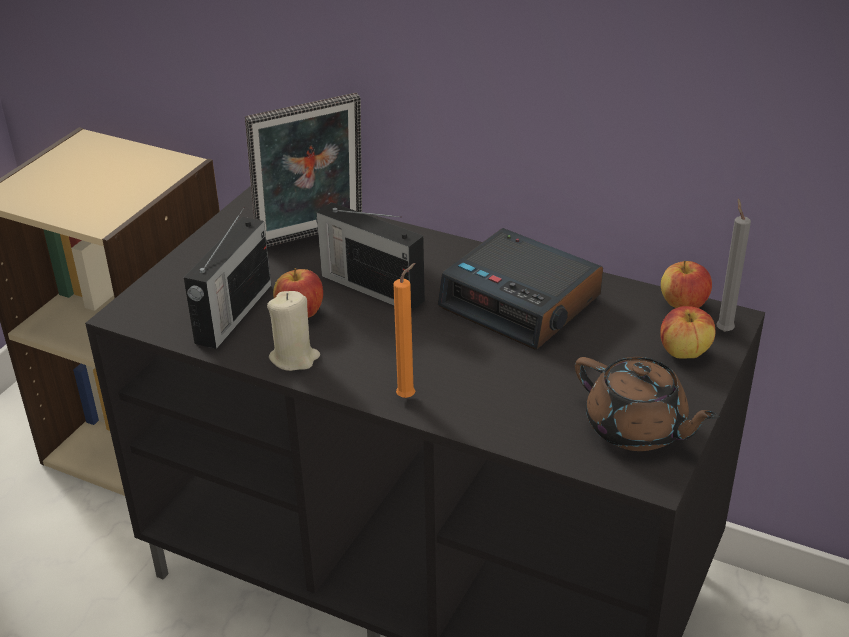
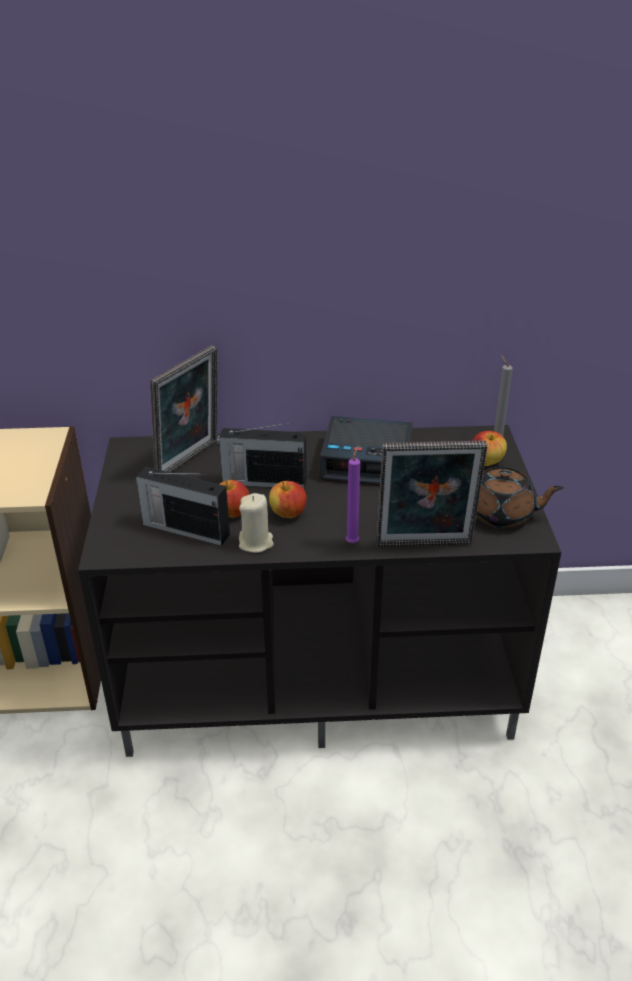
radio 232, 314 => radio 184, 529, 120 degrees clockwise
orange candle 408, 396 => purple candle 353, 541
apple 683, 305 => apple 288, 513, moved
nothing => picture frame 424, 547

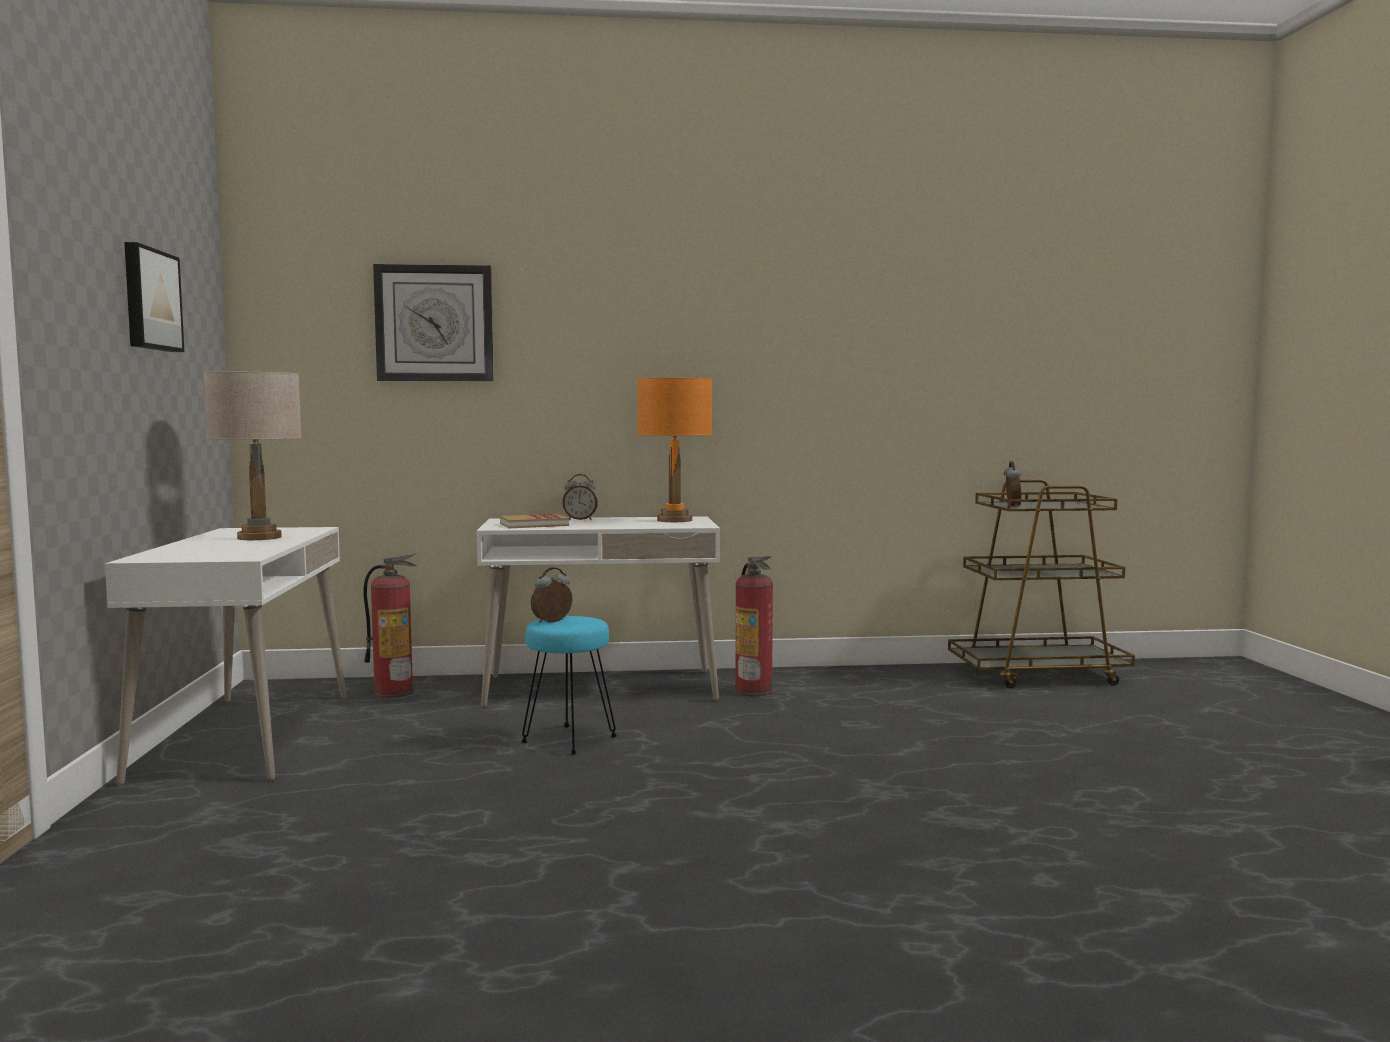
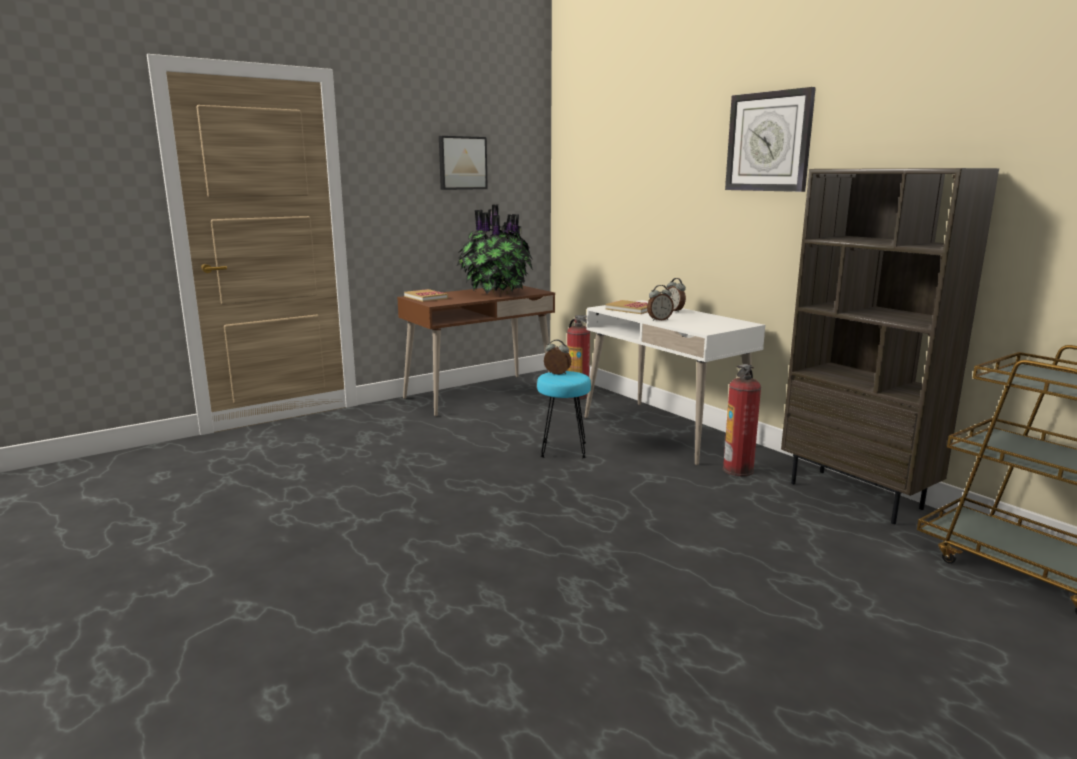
white desk 245, 736 => brown desk 479, 395
beige table lamp 259, 537 => potted plant 495, 293
wall clock 434, 323 => wall clock 769, 142, moved
orange table lamp 674, 520 => nothing
alarm clock 1011, 506 => alarm clock 659, 320, moved
nothing => book 426, 297
nothing => brown bookcase 856, 495

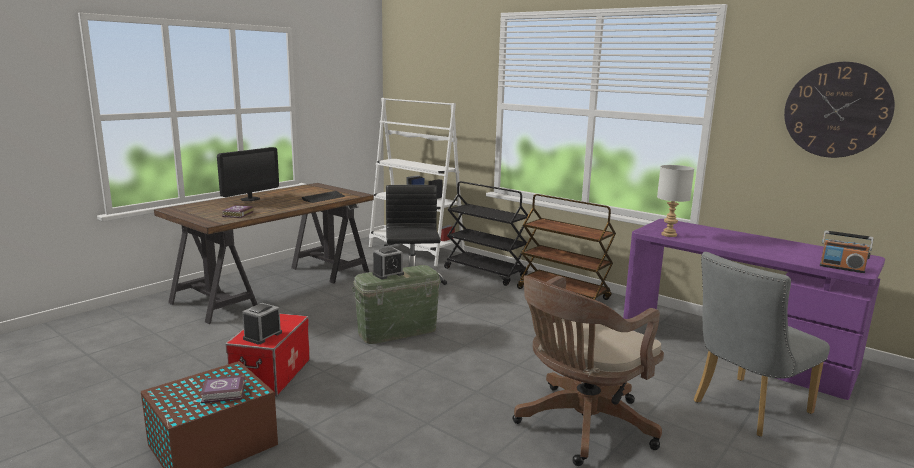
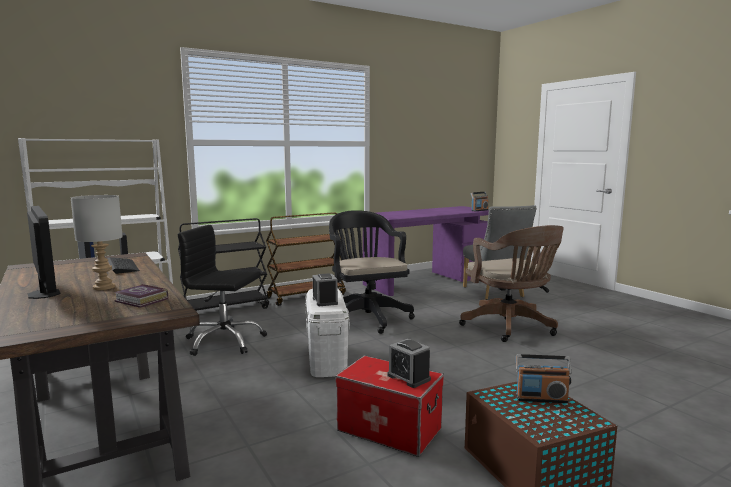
book 224, 393 => radio 541, 398
green storage box 397, 331 => white storage box 326, 359
grey table lamp 669, 234 => grey table lamp 104, 287, moved
wall clock 837, 110 => nothing
nothing => black office chair 366, 317

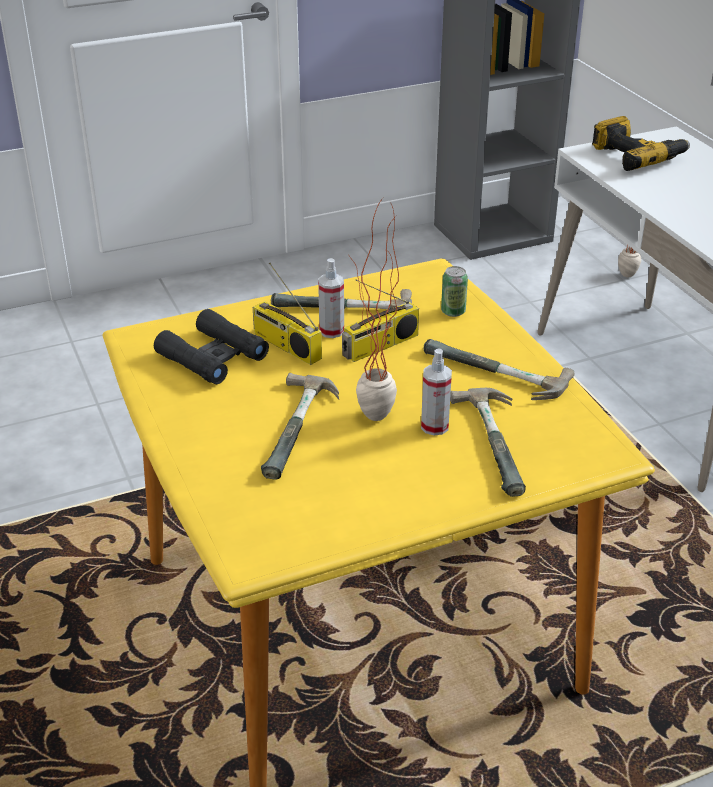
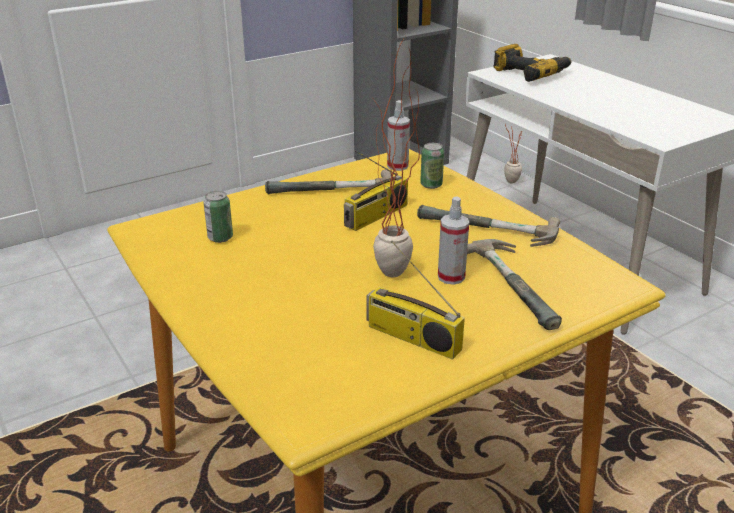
black binoculars 212, 356 => can 220, 238
radio 285, 346 => radio 411, 338, moved
hammer 303, 429 => nothing
spray bottle 331, 331 => spray bottle 397, 166, moved

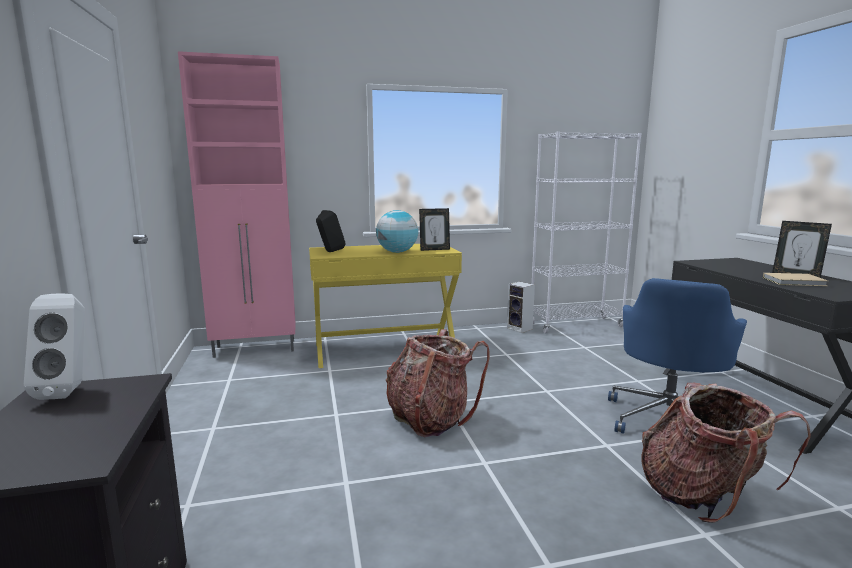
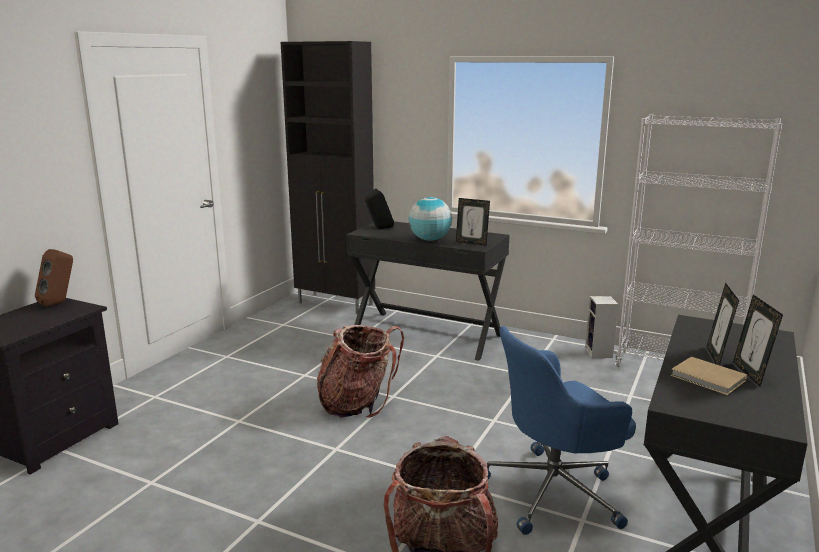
white speaker 69, 390 => brown speaker 60, 303
pink cabinet 256, 349 => black cabinet 336, 304
yellow desk 385, 349 => black desk 427, 334
nothing => picture frame 716, 357

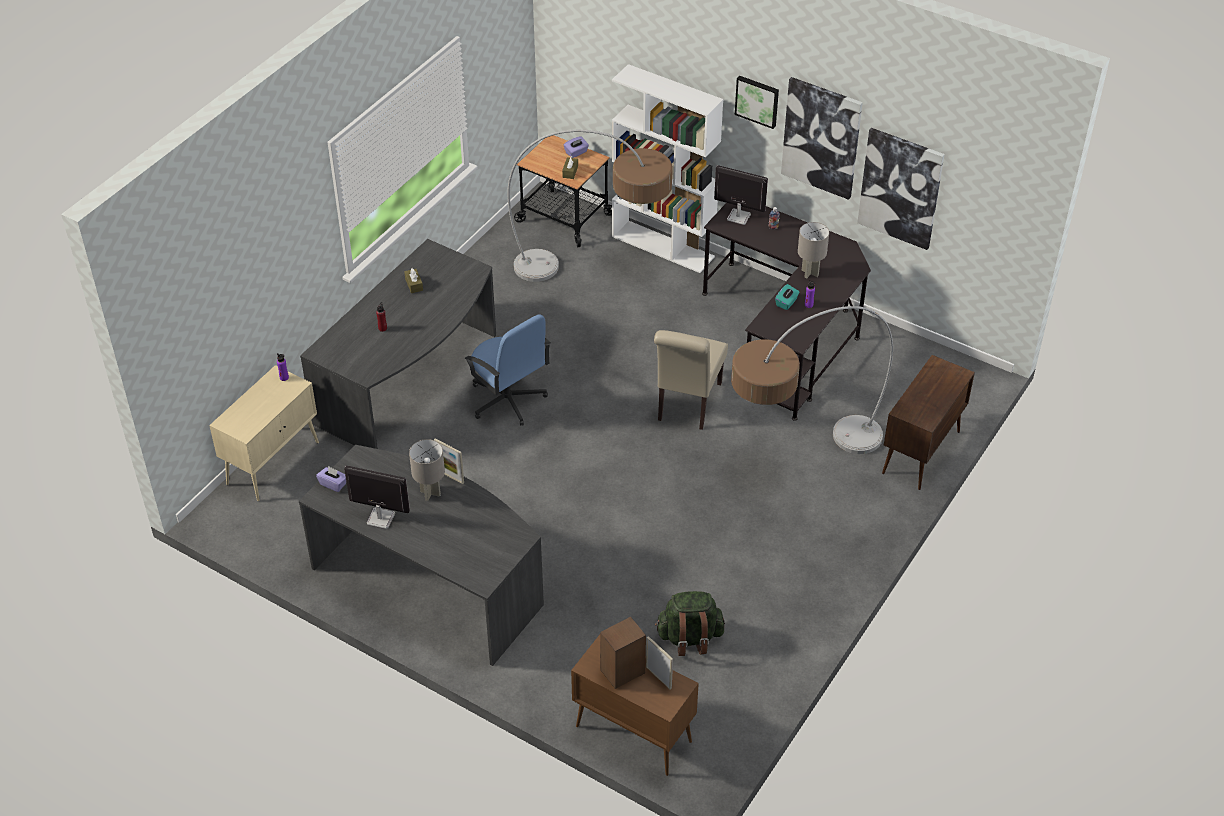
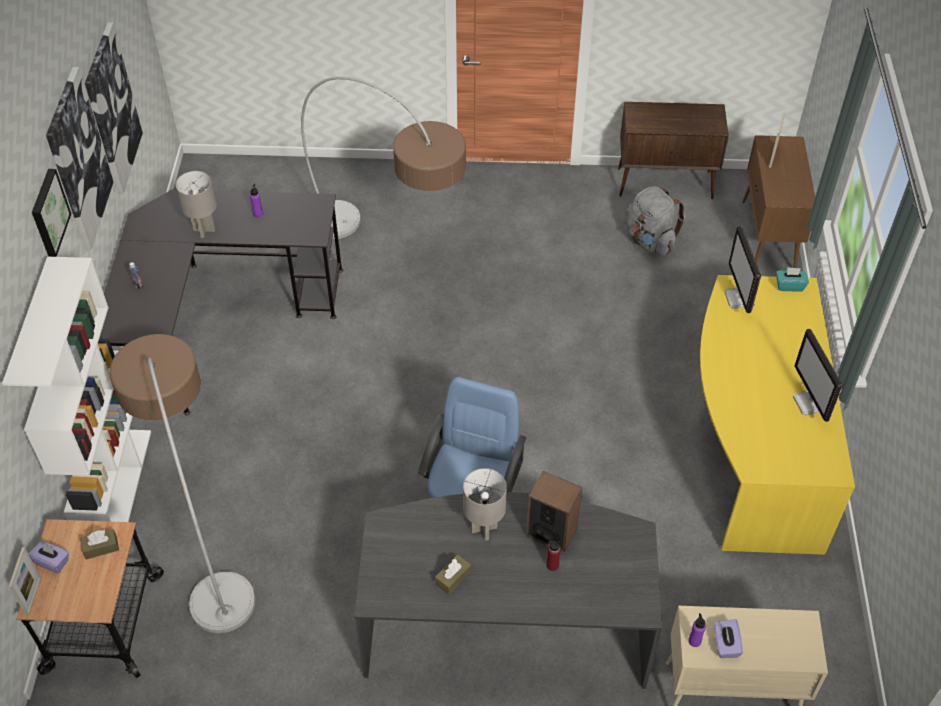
grey desk 431, 582 => yellow desk 751, 444
purple tissue box 333, 484 => purple tissue box 725, 644, moved
grey table lamp 430, 493 => grey table lamp 483, 529, moved
picture frame 450, 476 => picture frame 33, 596, moved
speaker 623, 671 => speaker 551, 531, moved
beige chair 687, 405 => nothing
green backpack 689, 638 => grey backpack 649, 241
monitor 738, 217 => monitor 739, 299, moved
turquoise tissue box 786, 303 => turquoise tissue box 789, 285, moved
brown cabinet 920, 453 => brown cabinet 666, 183, moved

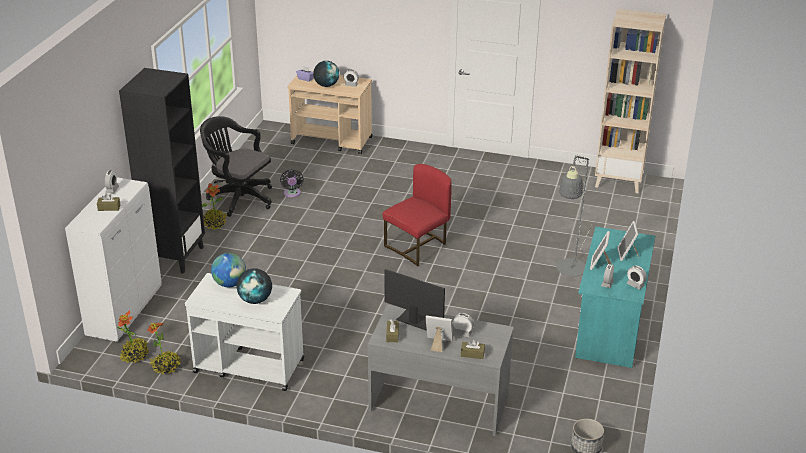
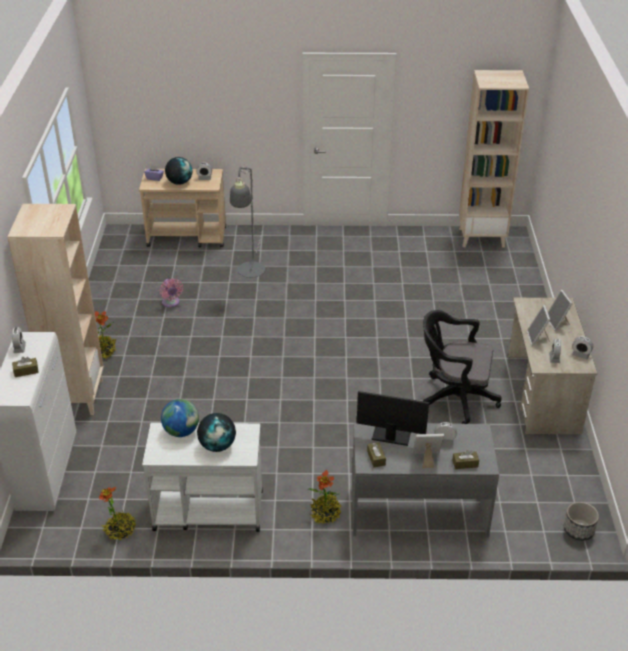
potted plant 135, 356 => potted plant 326, 513, moved
black bookcase 175, 256 => beige bookcase 76, 396
black office chair 238, 198 => black office chair 454, 398, moved
black fan 292, 194 => pink fan 171, 303
red chair 418, 247 => nothing
grey floor lamp 569, 272 => grey floor lamp 250, 274, moved
turquoise desk 610, 327 => beige desk 543, 394

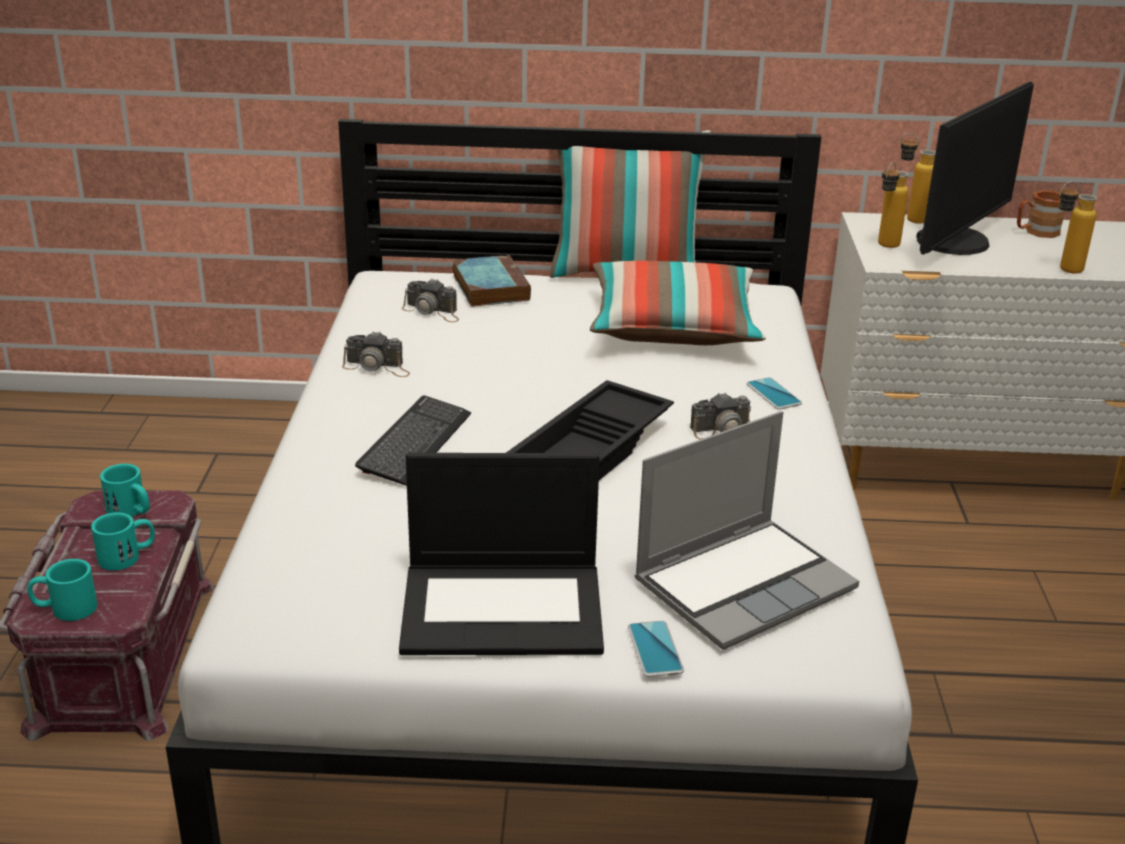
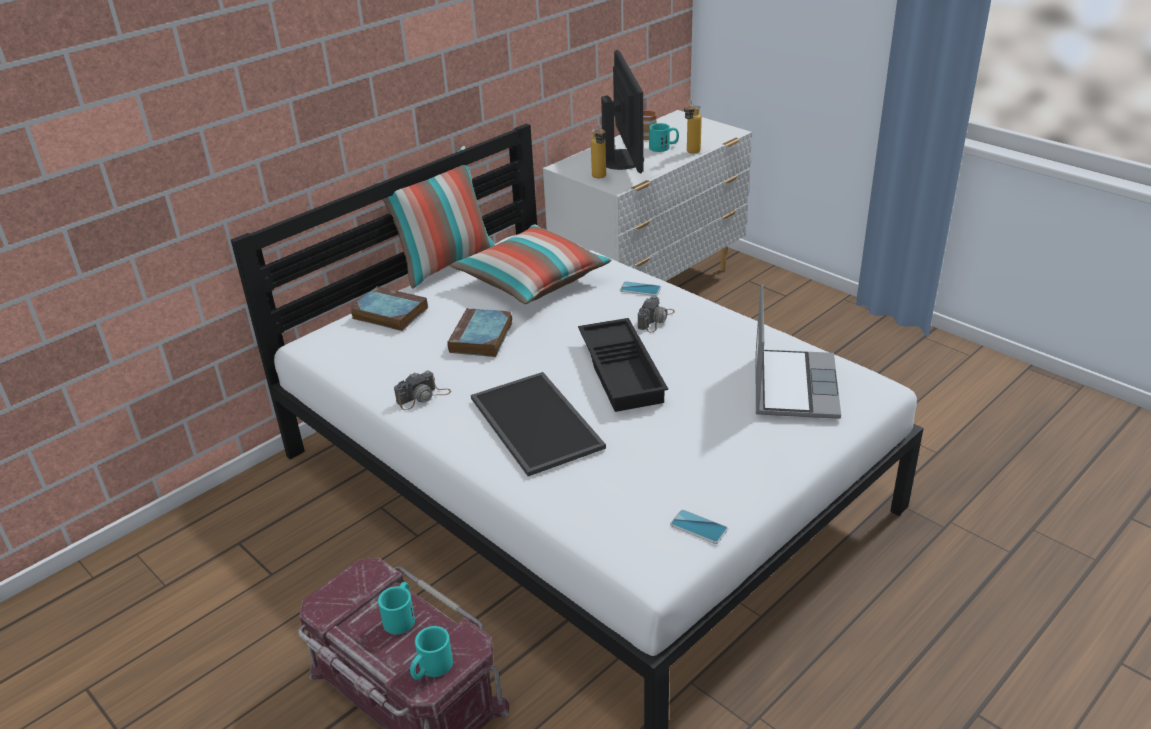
turquoise mug 131, 511 => turquoise mug 663, 147, moved
keyboard 415, 442 => tray 533, 422
laptop 505, 608 => nothing
photo camera 432, 311 => nothing
phone 655, 649 => phone 698, 527, moved
bottle 908, 218 => nothing
nothing => book 481, 338

